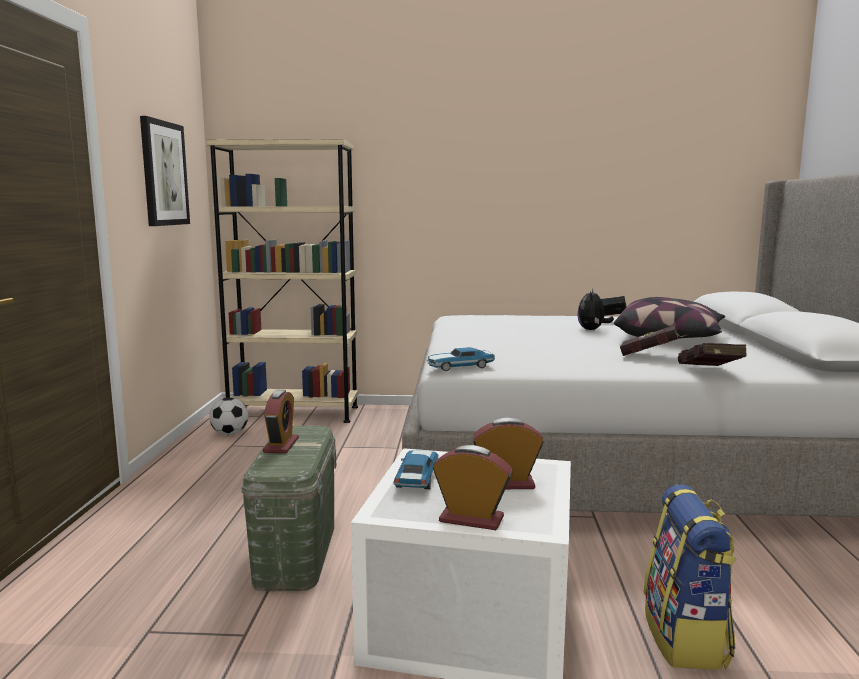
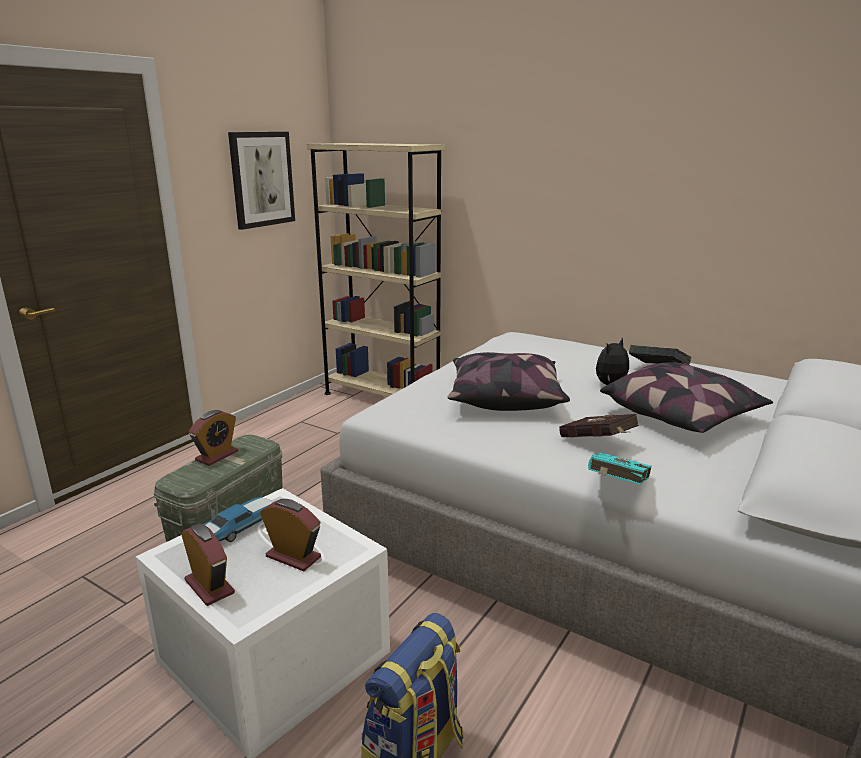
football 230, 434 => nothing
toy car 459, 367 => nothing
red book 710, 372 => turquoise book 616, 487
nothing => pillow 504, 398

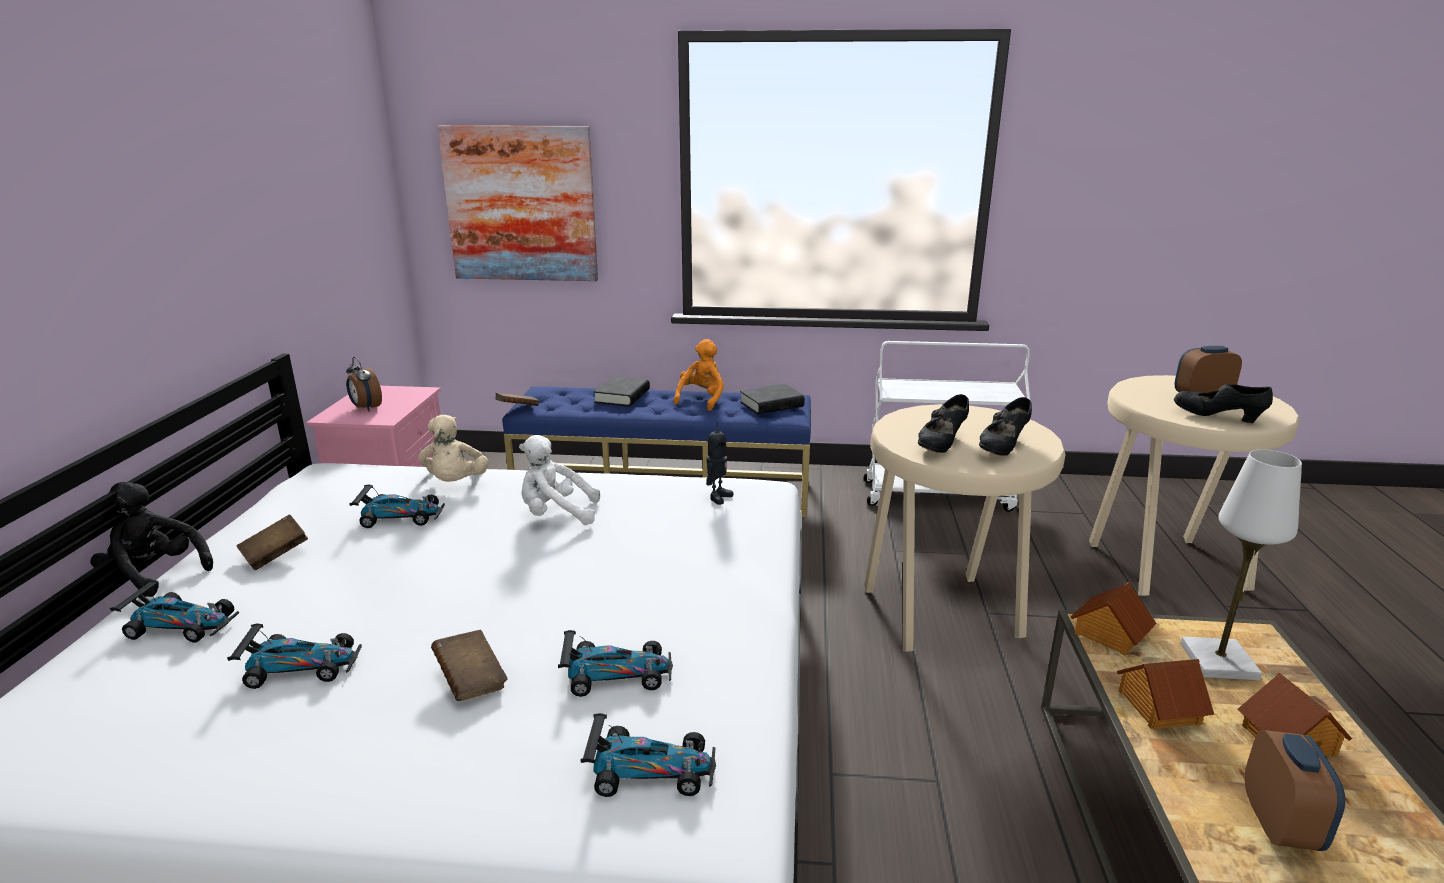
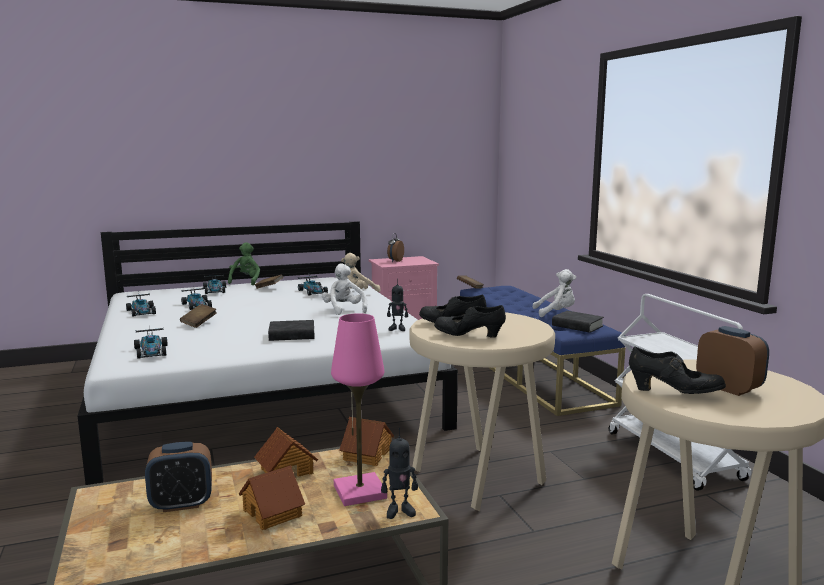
black plush toy 155, 574 => green plush toy 245, 281
picture 521, 204 => nothing
toy car 616, 674 => toy car 142, 312, moved
black book 622, 396 => black book 292, 335, moved
orange plush toy 702, 399 => white plush toy 556, 313
black shoe 1217, 417 => black shoe 674, 393, 105 degrees clockwise
white table lamp 1219, 661 => pink table lamp 359, 492
nothing => toy robot 399, 511

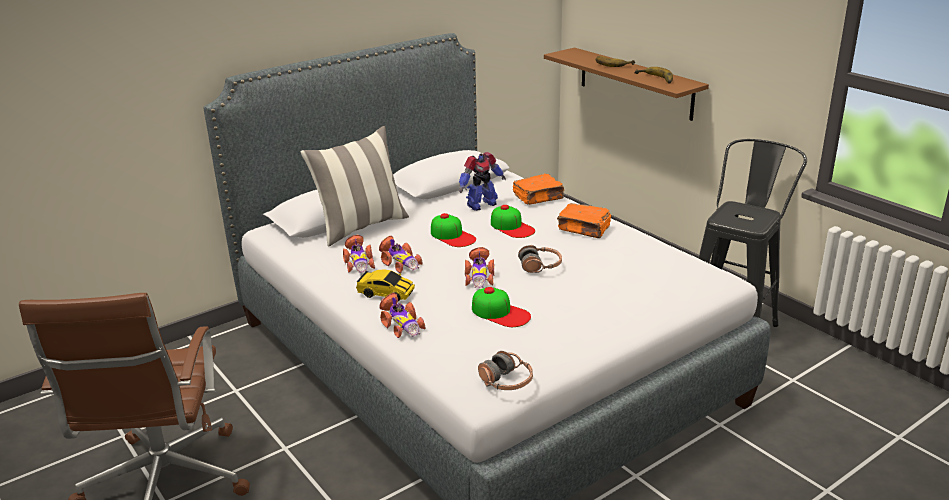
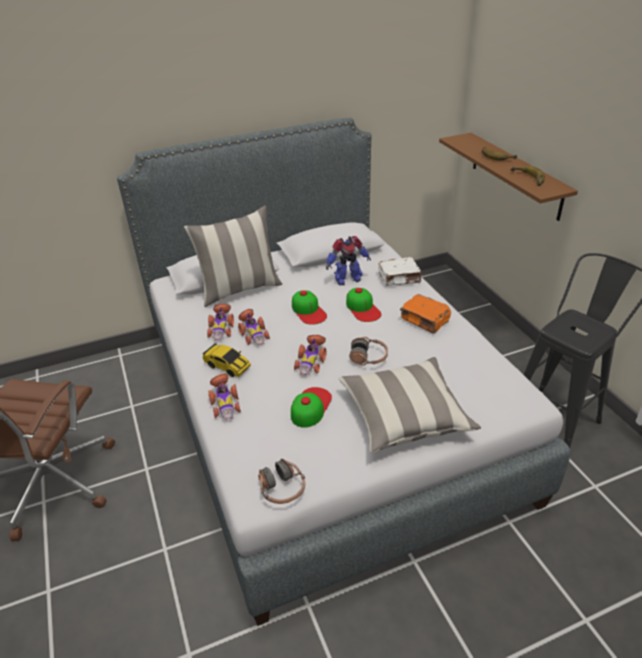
cap 500, 313 => cap 310, 406, 120 degrees counterclockwise
orange book 538, 197 => white book 399, 278
nothing => pillow 404, 416

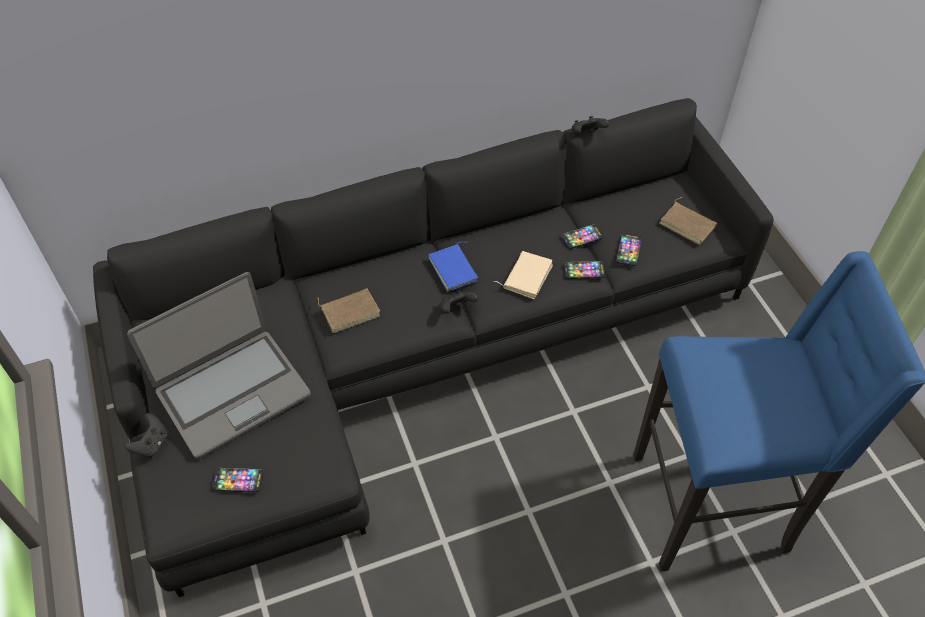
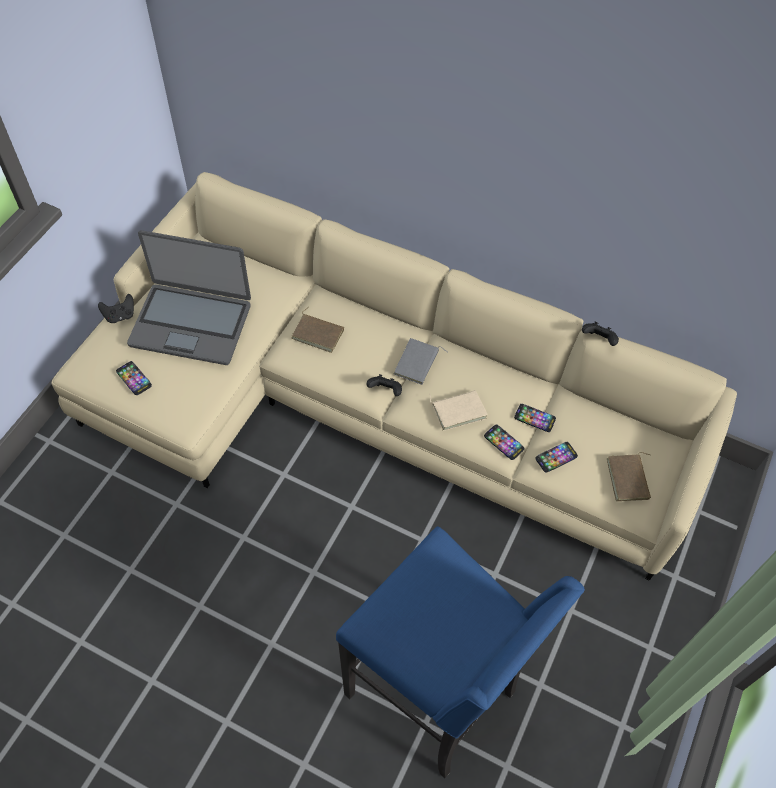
black sofa 419, 352 => beige sofa 372, 406
blue book 454, 269 => grey book 417, 363

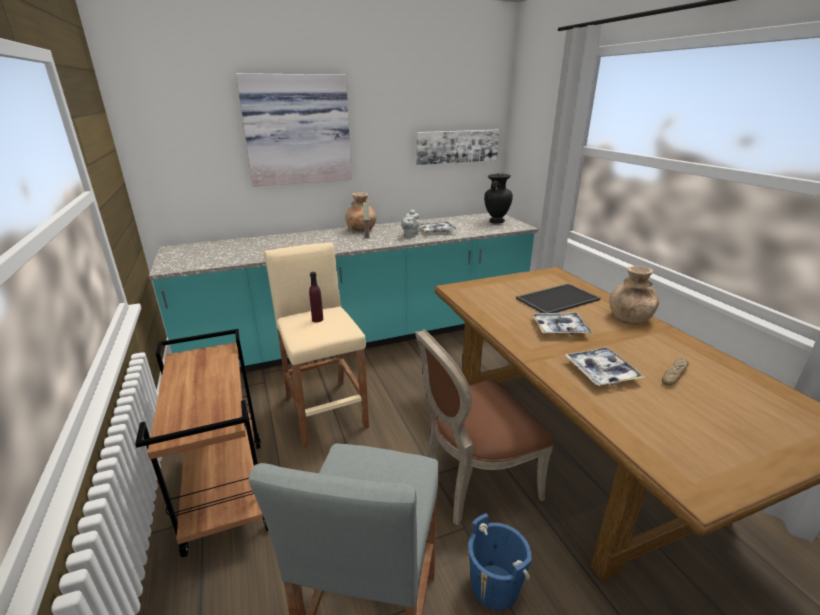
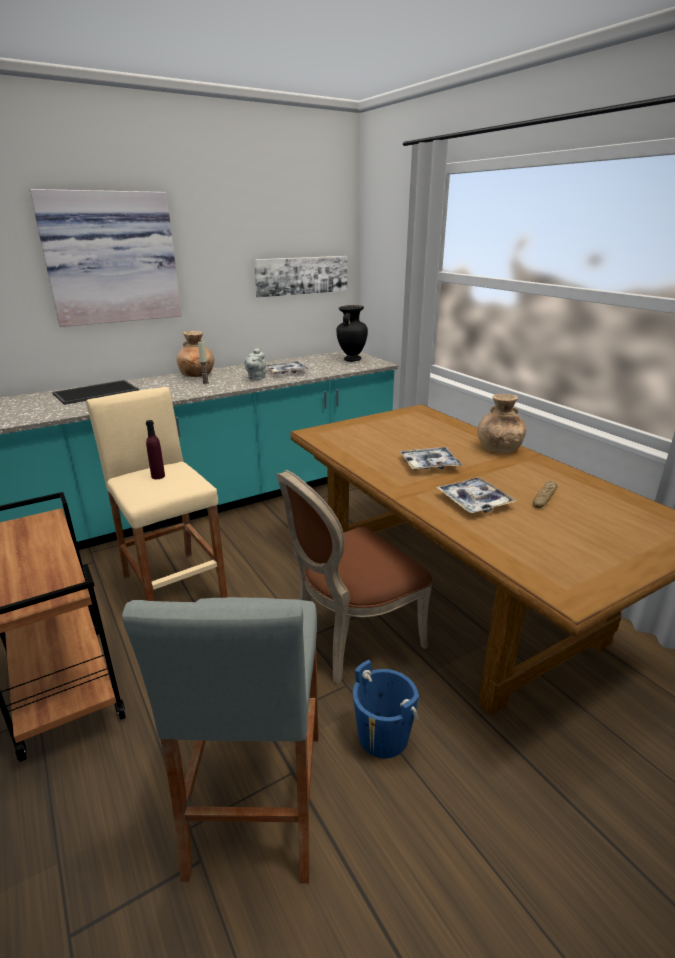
tray 557, 298 => tray 96, 392, moved

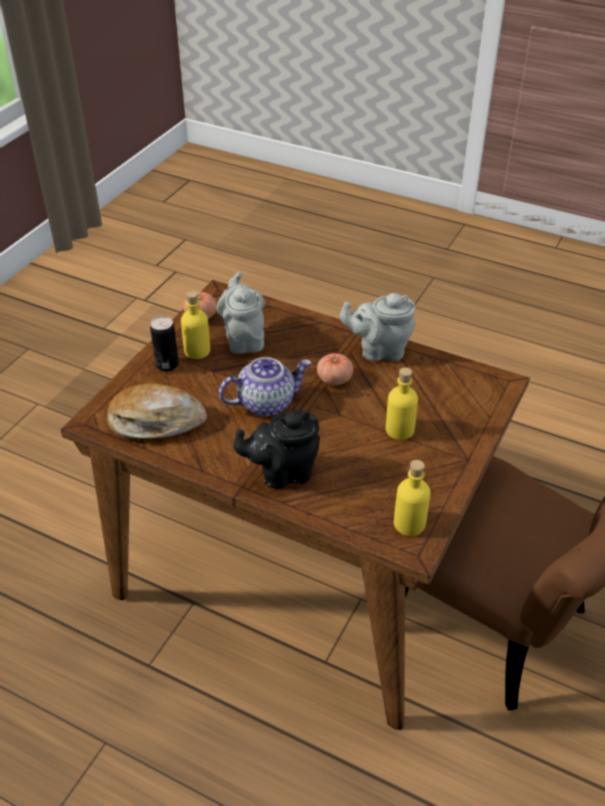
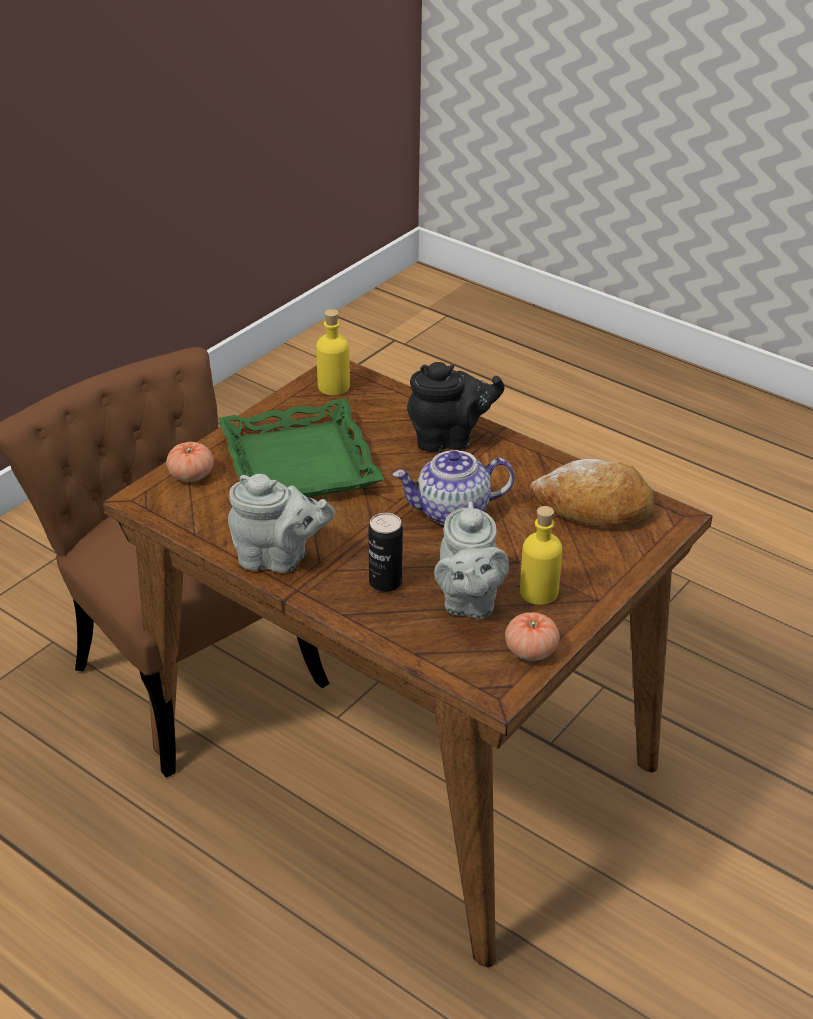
can 167, 365 => can 385, 582, moved
tomato 334, 379 => tomato 191, 475, moved
yellow bottle 399, 430 => green tray 301, 464

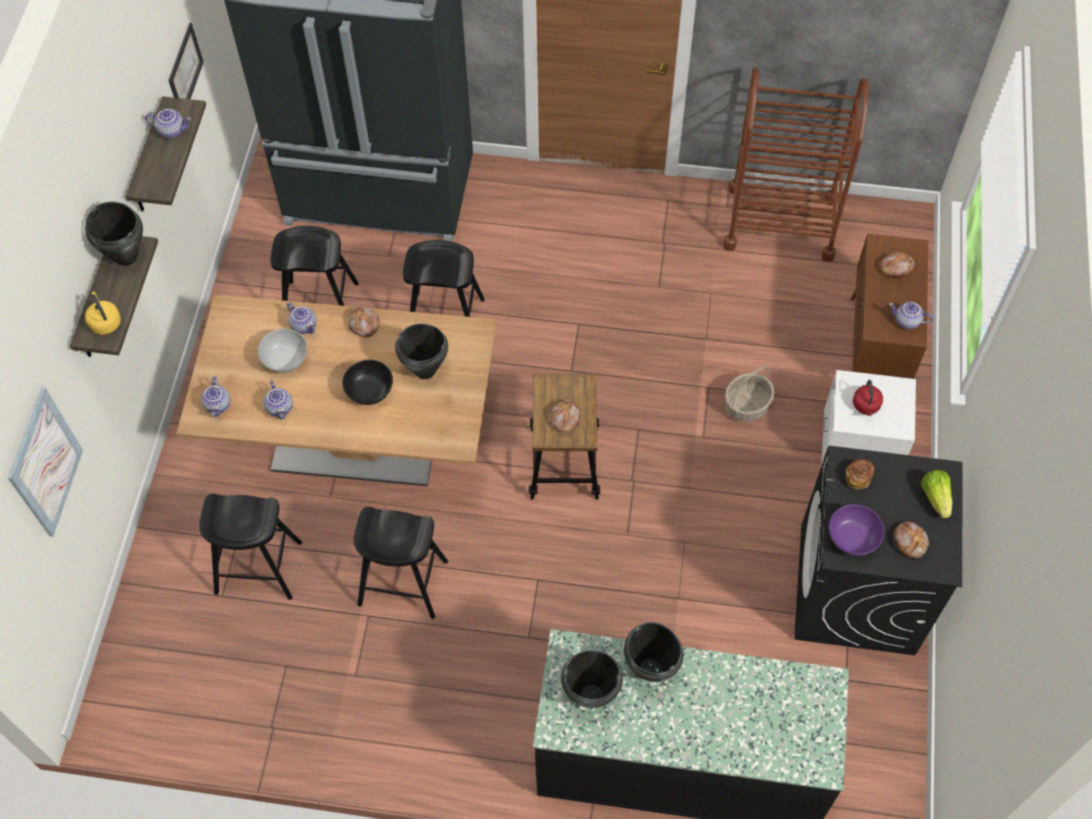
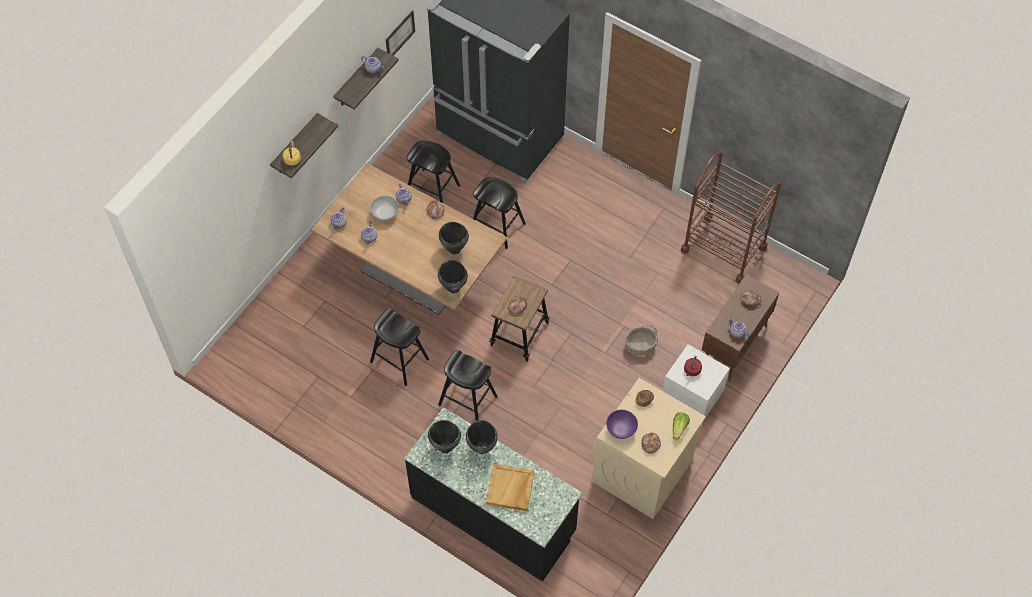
picture 45, 463 => nothing
black cooking pot 126, 256 => black cooking pot 453, 288, moved
black stool 259, 567 => black stool 468, 400, moved
black bowl 369, 392 => nothing
black washing machine 857, 590 => beige washing machine 642, 471
nothing => beige tray 510, 489

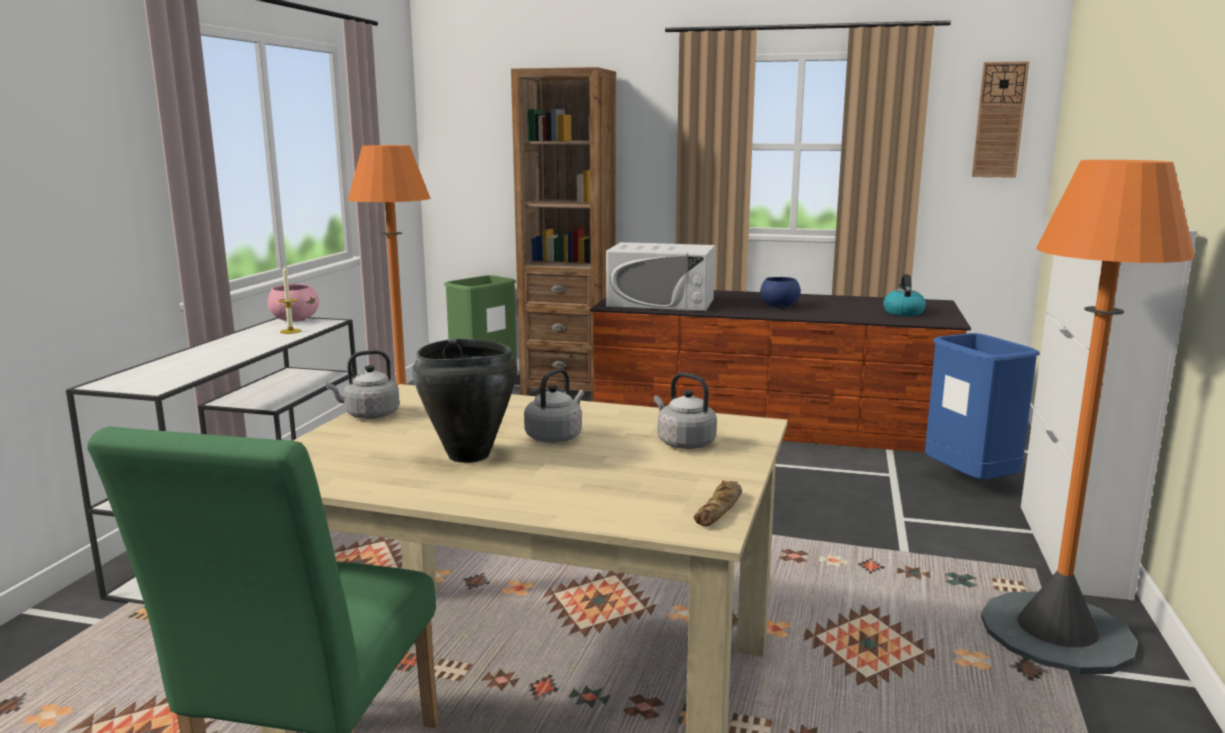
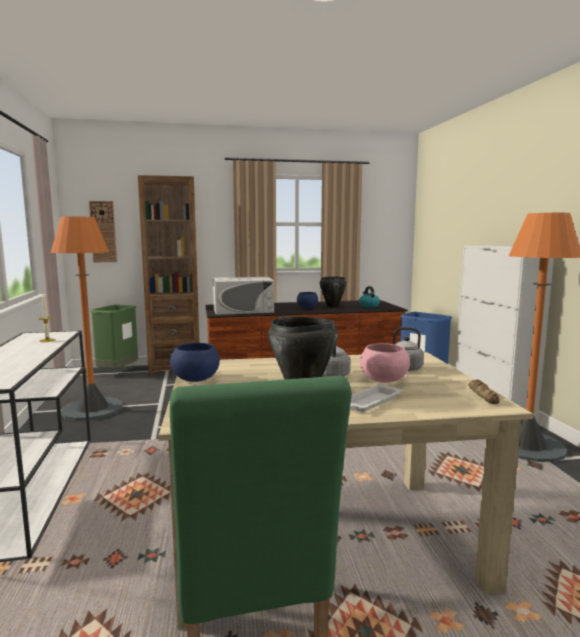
pink bowl 295, 320 => pink bowl 383, 380, moved
grey kettle 369, 415 => blue bowl 195, 379
wall clock 999, 120 => wall clock 103, 232, moved
nothing => black cooking pot 332, 306
nothing => white tray 370, 402

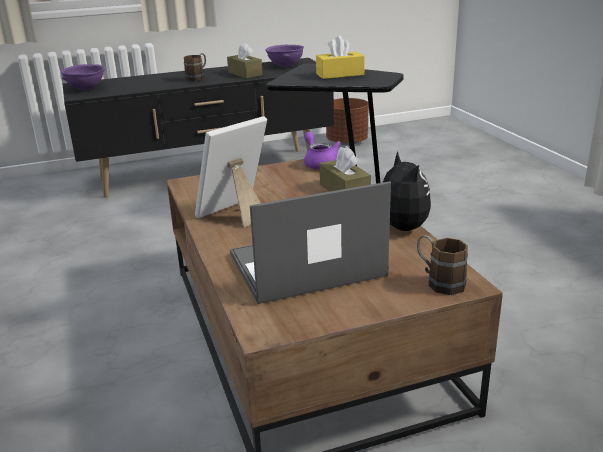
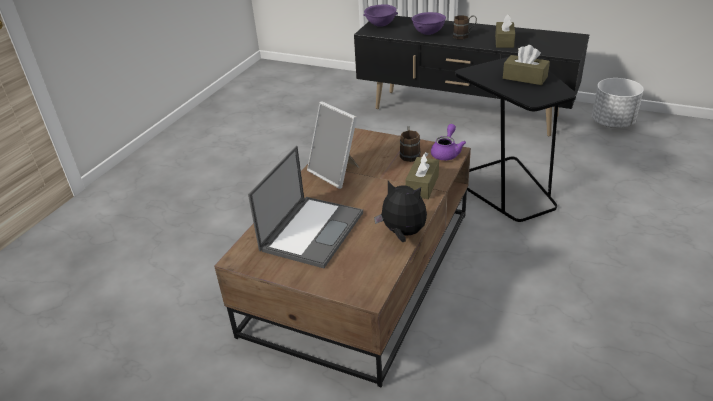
picture frame 236, 214 => picture frame 336, 173, 135 degrees counterclockwise
laptop 304, 266 => laptop 312, 230, 90 degrees clockwise
purple bowl 285, 66 => purple bowl 428, 33, moved
yellow tissue box 340, 74 => brown tissue box 525, 78
brown planter 347, 142 => white planter 612, 123
plush toy 399, 228 => plush toy 403, 233, 90 degrees counterclockwise
brown mug 439, 282 => brown mug 409, 153, moved

